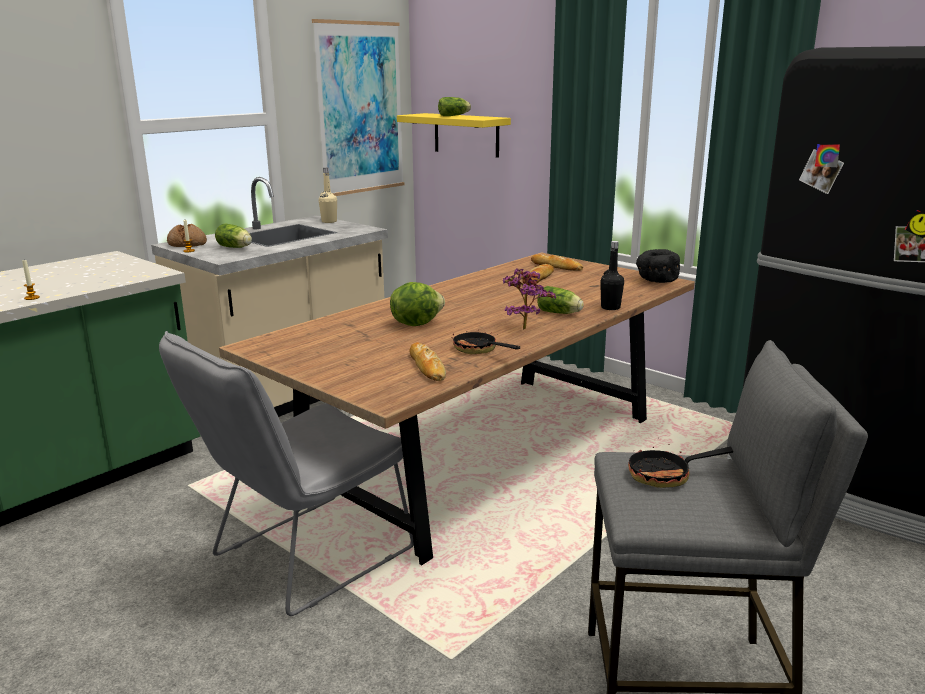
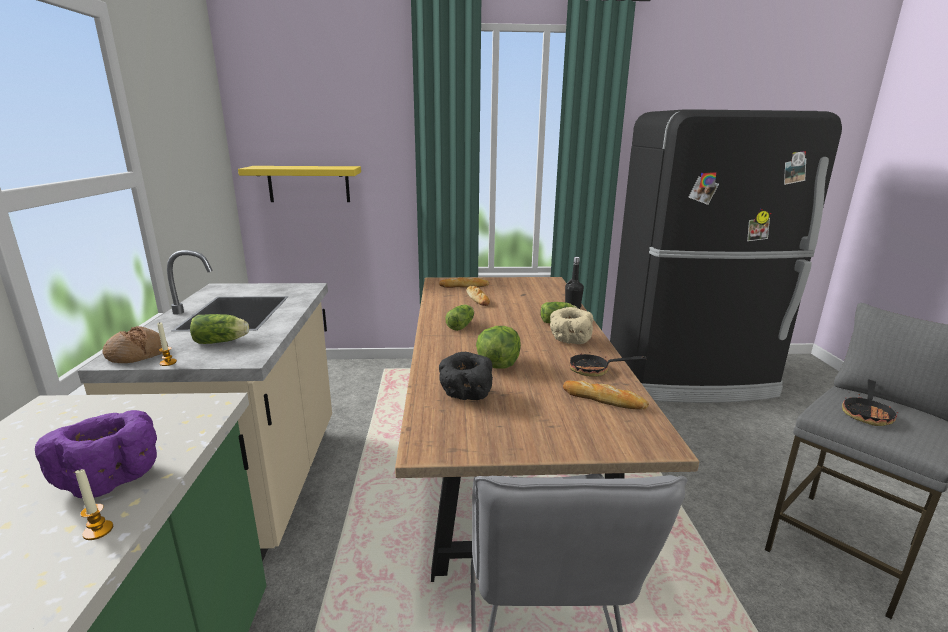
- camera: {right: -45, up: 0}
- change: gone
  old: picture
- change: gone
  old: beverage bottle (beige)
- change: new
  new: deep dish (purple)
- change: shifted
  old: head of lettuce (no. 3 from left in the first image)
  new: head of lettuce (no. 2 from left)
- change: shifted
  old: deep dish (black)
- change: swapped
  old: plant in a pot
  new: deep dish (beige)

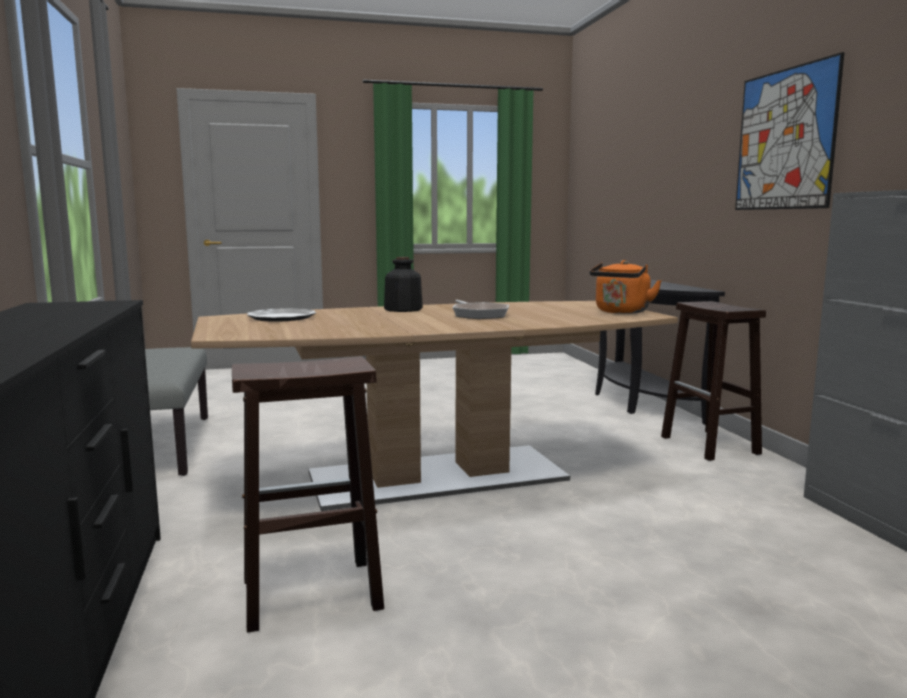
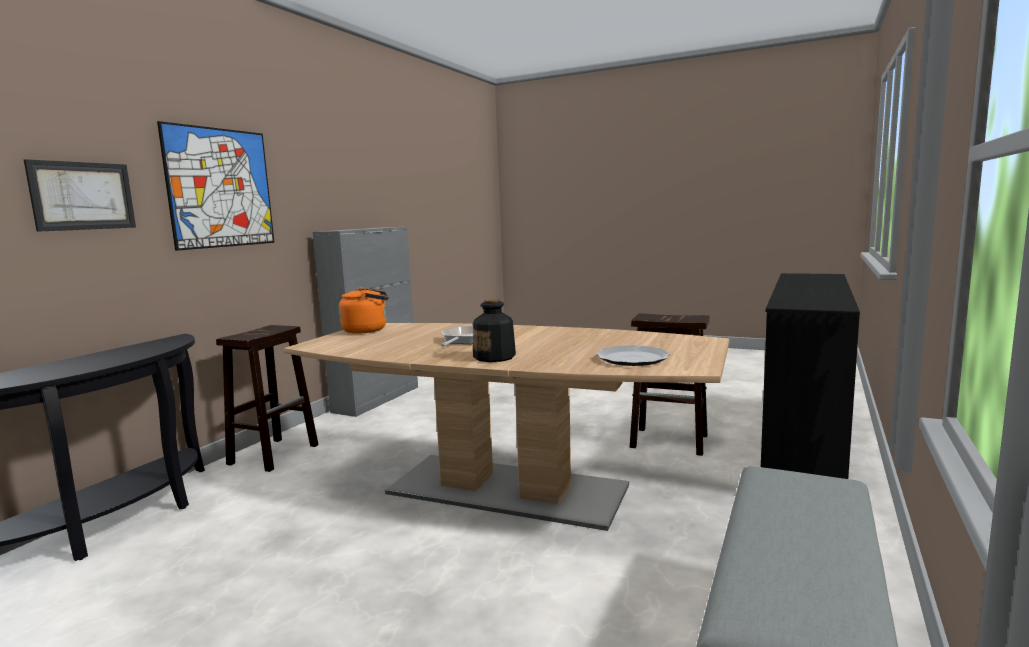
- camera: {right: -140, up: 0}
- change: new
  new: picture (no. 1 from left)

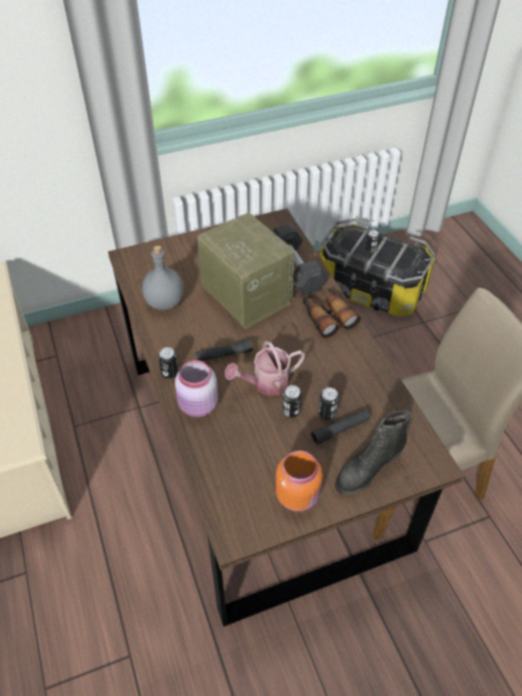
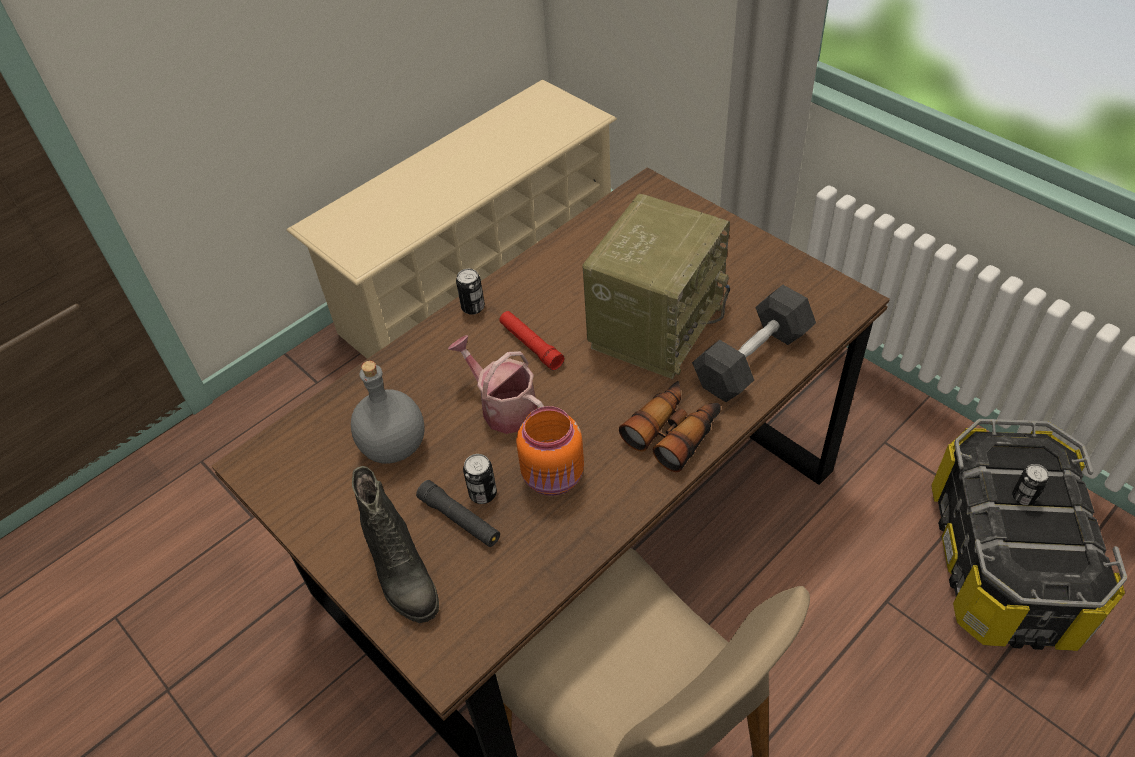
- camera: {right: 70, up: 0}
- change: gone
  old: preserve jar (pink)
- change: gone
  old: metal can (no. 2 from left)
- change: shifted
  old: beverage bottle (grey)
- change: shifted
  old: preserve jar (orangey)
- change: repainted
  old: flashlight (black) (no. 1 from left)
  new: flashlight (red-coloured)
- change: rotated
  old: high-top boot (black)
  degrees: -150

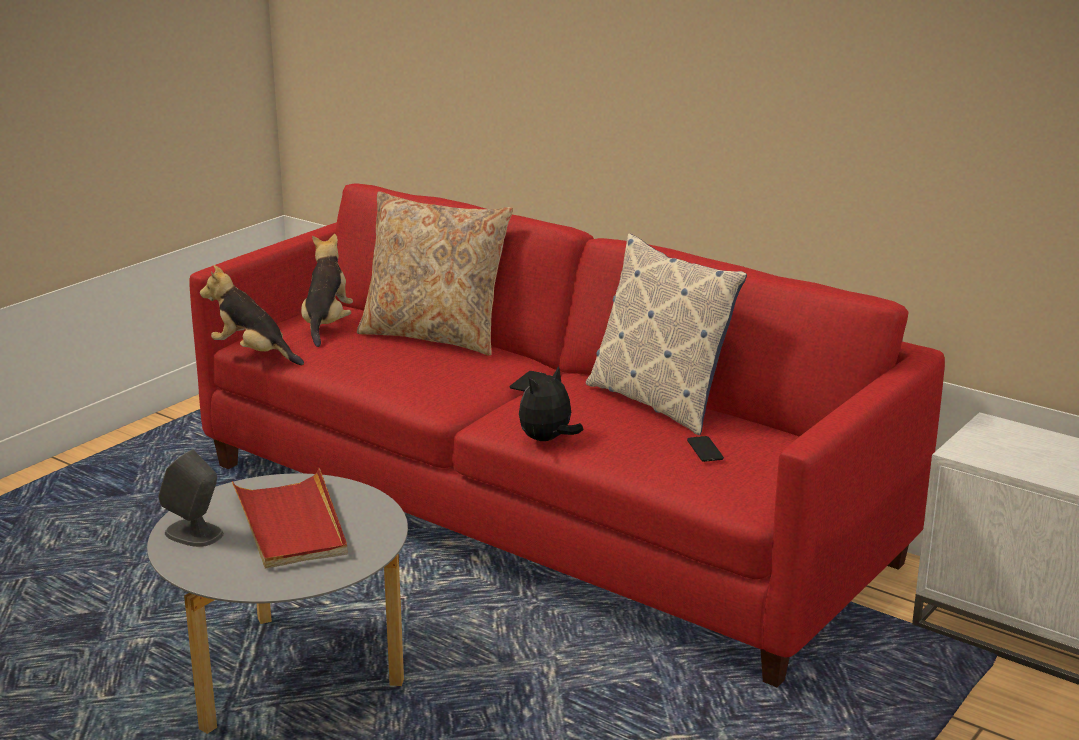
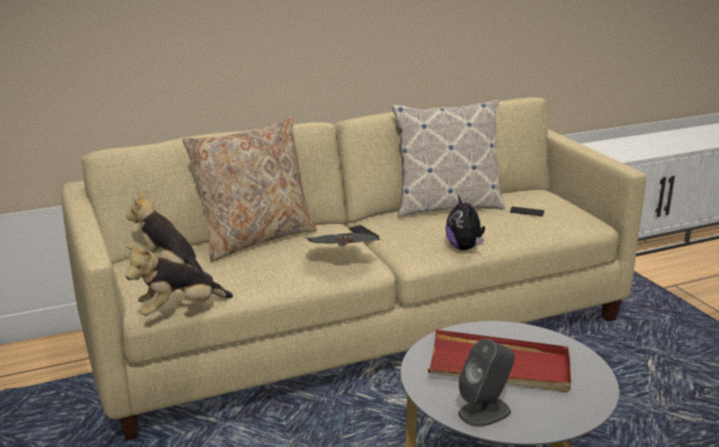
- camera: {right: -60, up: 0}
- change: new
  new: daily paper
- change: repainted
  old: settee (red-coloured)
  new: settee (beige)

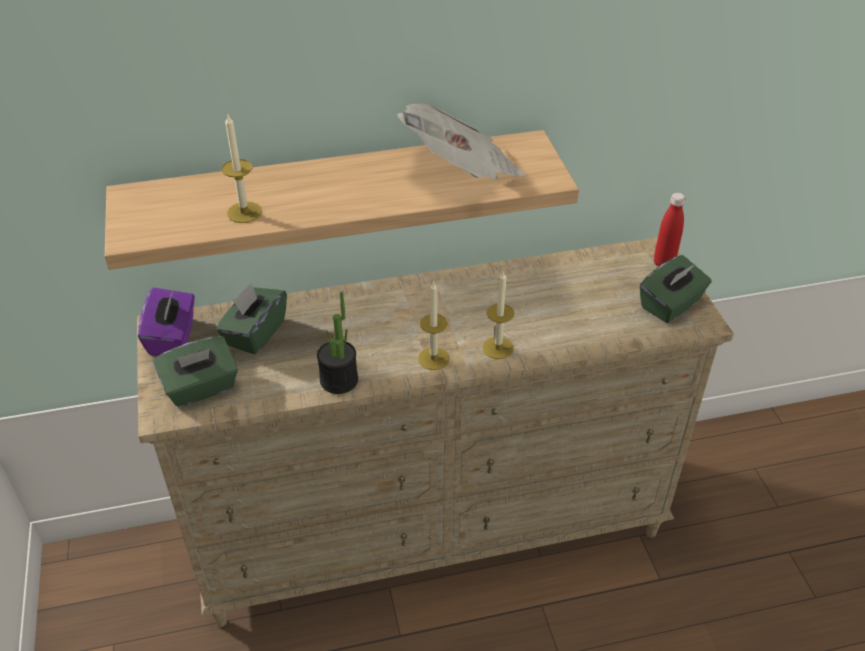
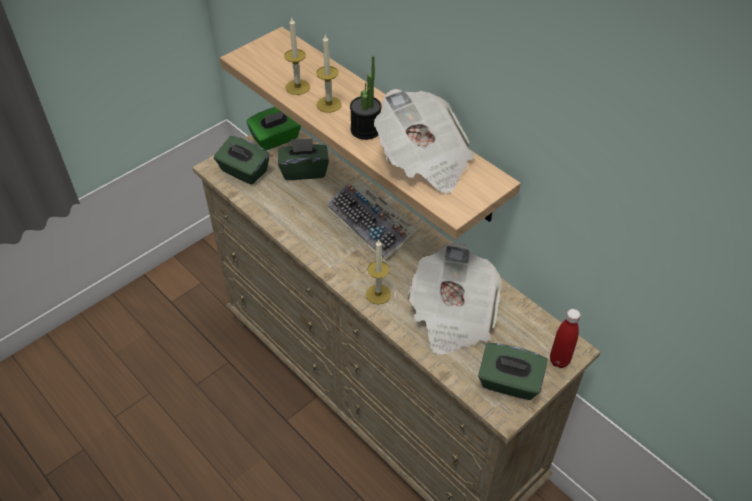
- camera: {right: 60, up: 5}
- change: new
  new: keyboard
- change: new
  new: daily paper (no. 2 from left)
- change: shifted
  old: plant in a pot
- change: shifted
  old: wax light (no. 2 from left)
- change: repainted
  old: box of tissues (purple)
  new: box of tissues (greenish) (no. 2 from left)

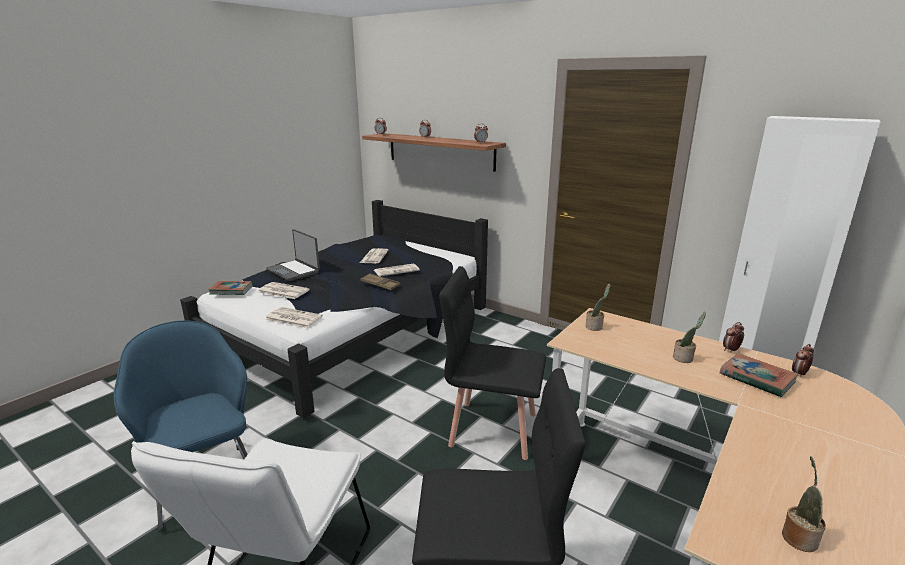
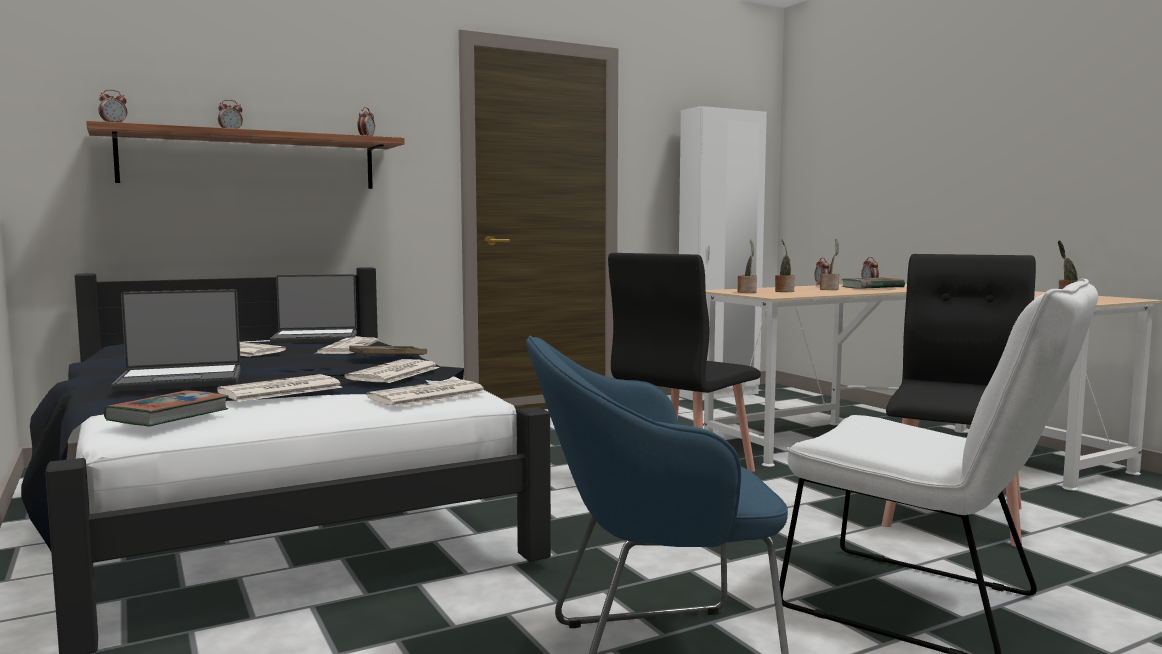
- camera: {right: -65, up: -15}
- change: new
  new: laptop (no. 2 from left)
- change: new
  new: daily paper (no. 4 from left)
- change: new
  new: plant in a pot (no. 2 from left)

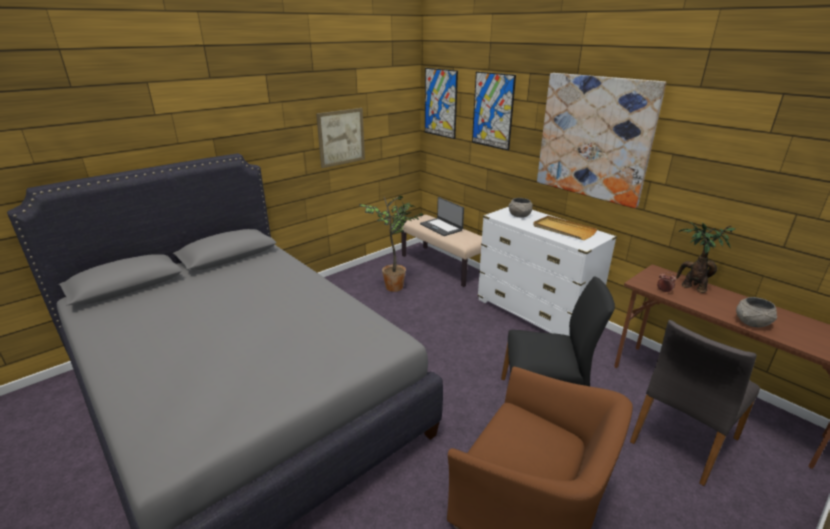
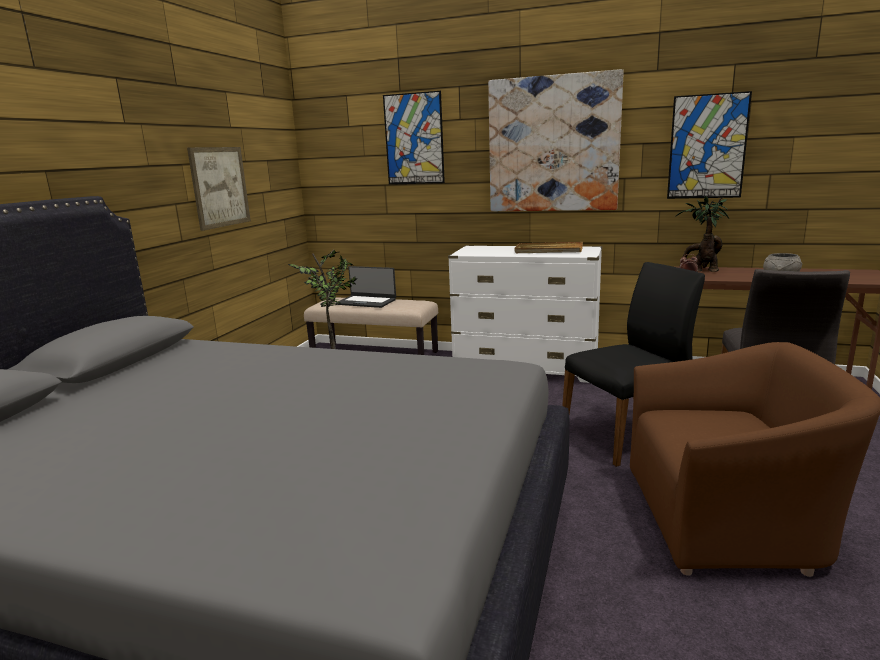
- camera: {right: -30, up: -10}
- change: gone
  old: deep dish (grey) (no. 1 from left)
- change: shifted
  old: picture (no. 2 from left in the first image)
  new: picture (no. 4 from left)

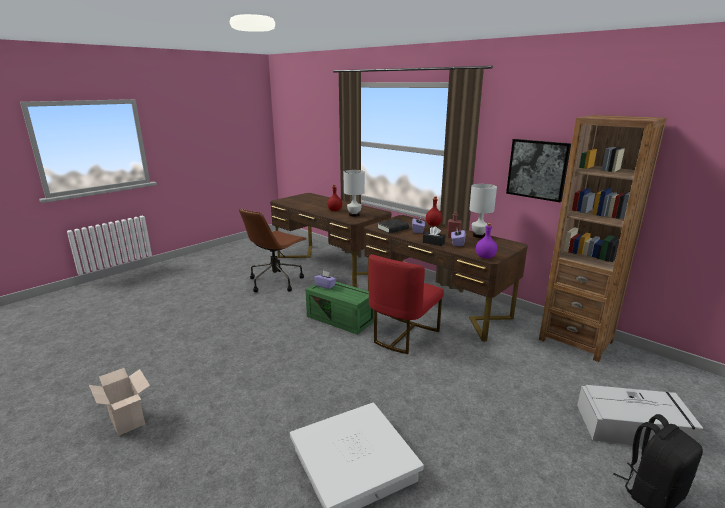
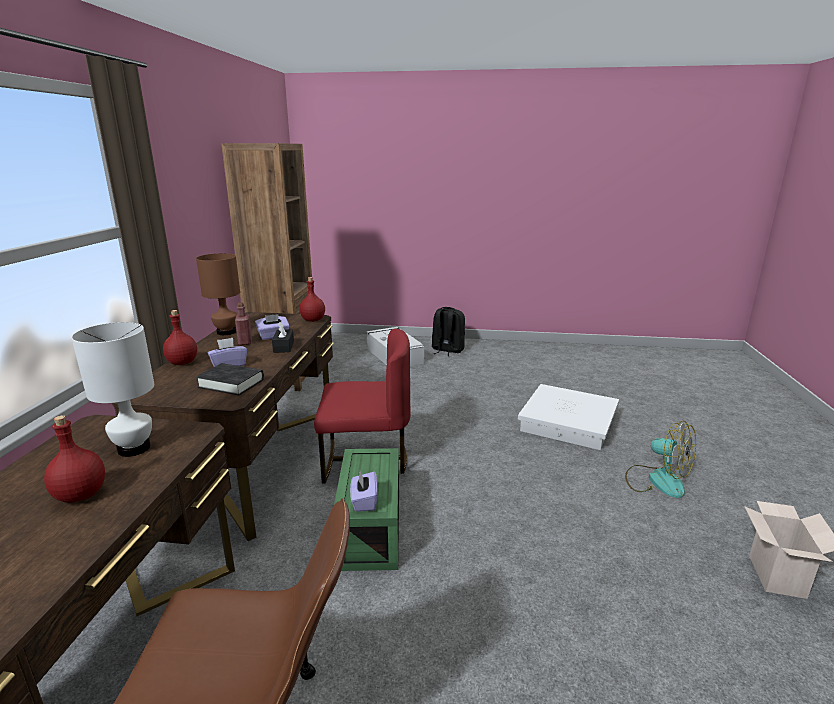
- camera: {right: -125, up: 0}
- change: gone
  old: picture
- change: new
  new: cooling fan
- change: repainted
  old: lamp for a table (white) (no. 2 from left)
  new: lamp for a table (brownish)
- change: repainted
  old: beverage bottle (purple)
  new: beverage bottle (red-coloured) (no. 4 from left)

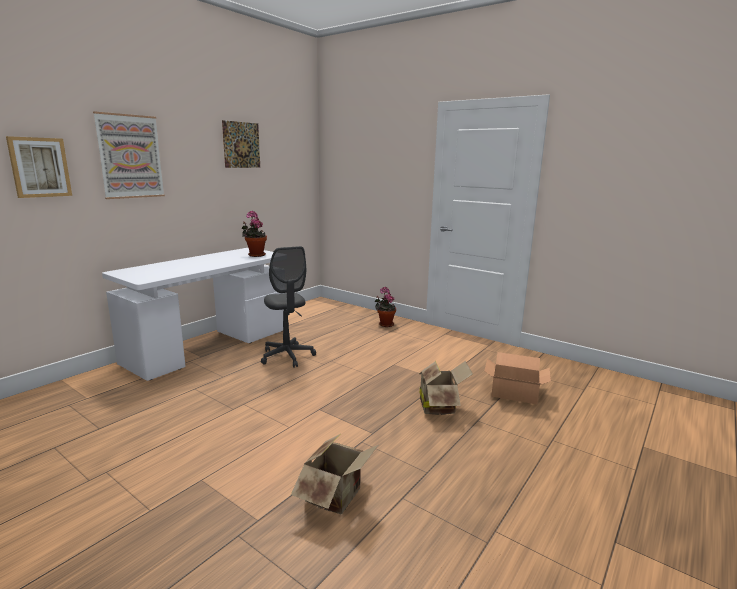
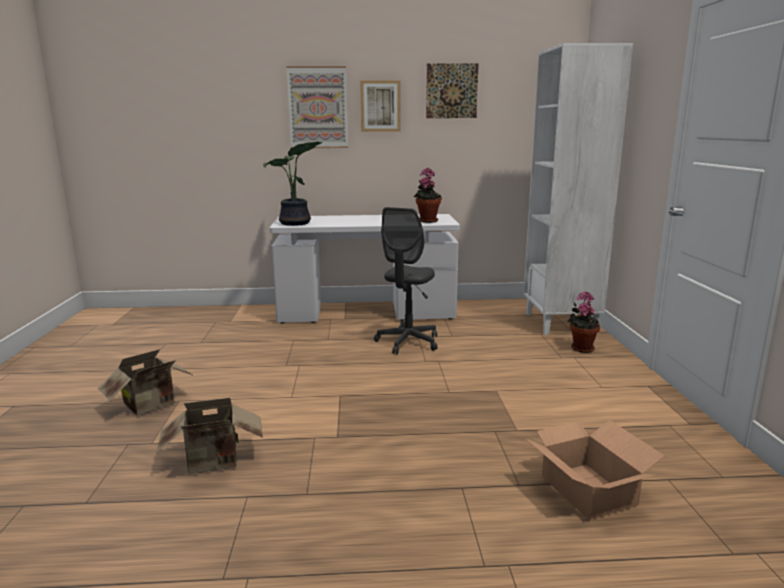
- camera: {right: 50, up: 0}
- change: new
  new: plant in a pot (no. 1 from left)
- change: new
  new: bookcase (white)
- change: shifted
  old: picture (no. 1 from left in the first image)
  new: picture (no. 2 from left)
- change: shifted
  old: cardboard box (no. 2 from left in the first image)
  new: cardboard box (no. 1 from left)

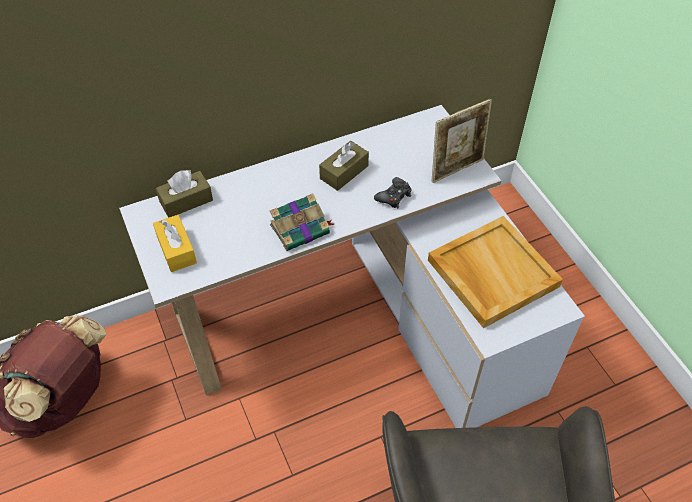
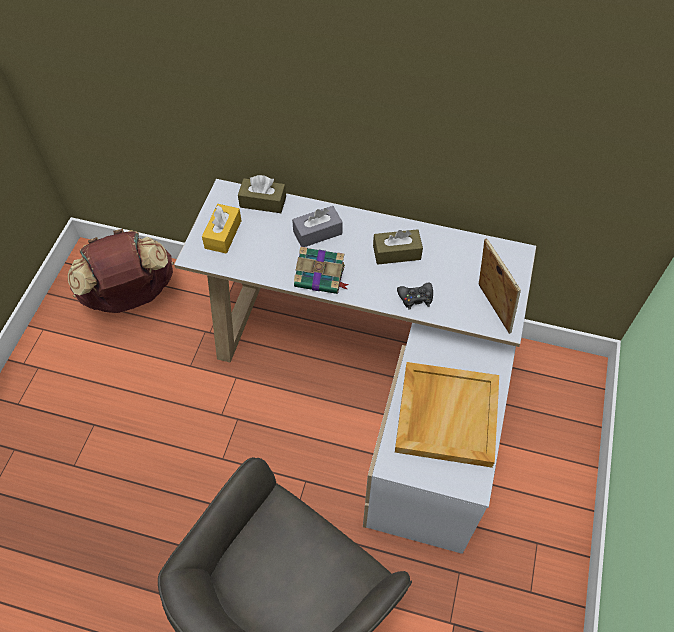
- camera: {right: 40, up: 5}
- change: new
  new: box of tissues (grey)
- change: rotated
  old: photo frame
  degrees: -120

